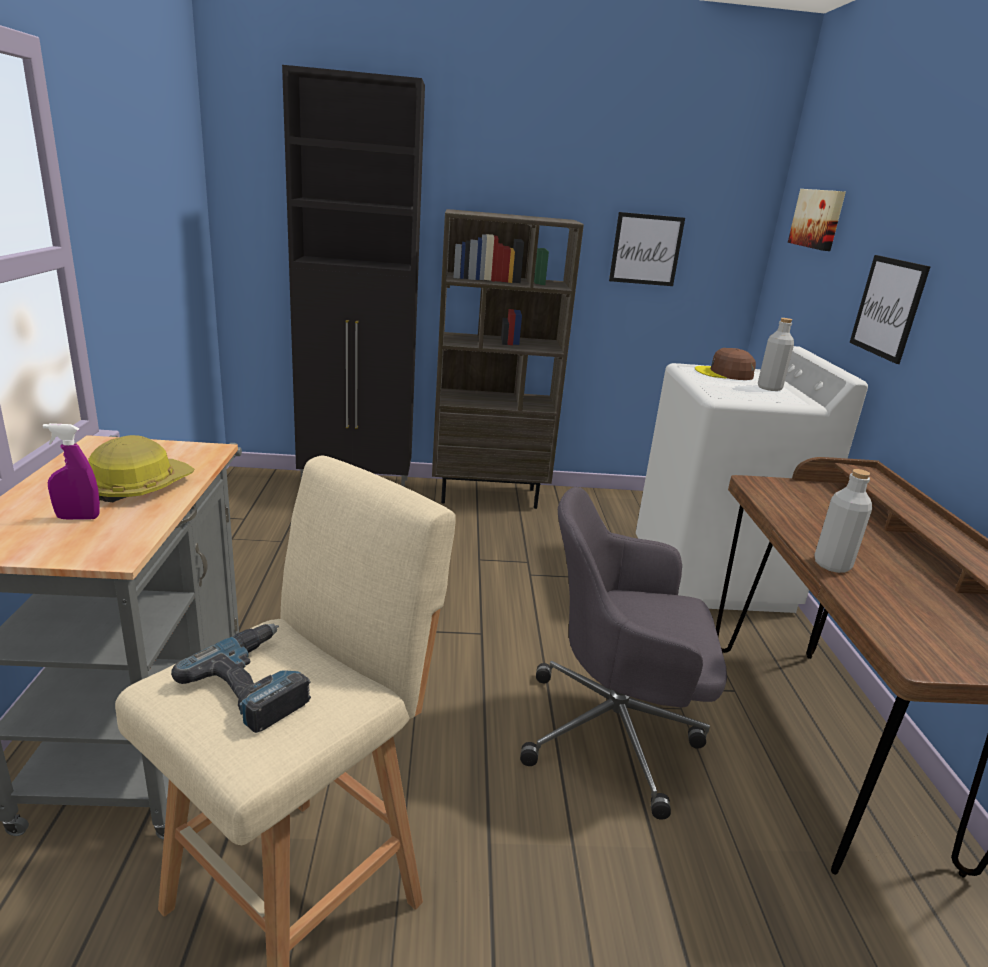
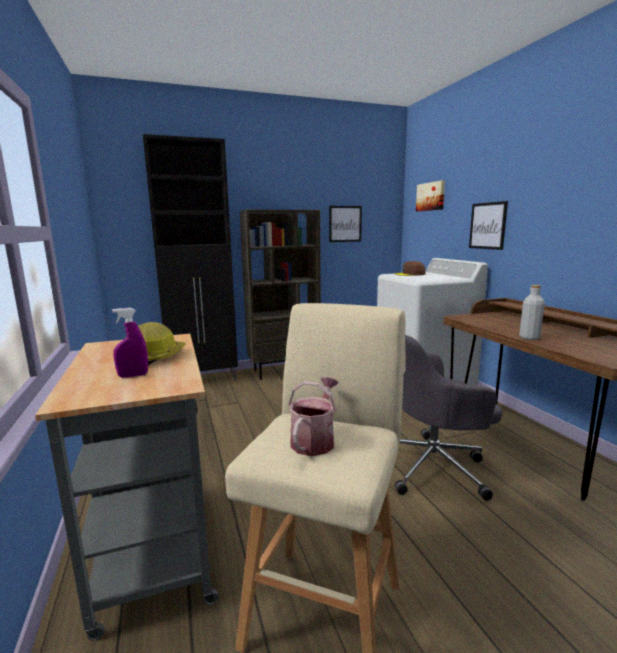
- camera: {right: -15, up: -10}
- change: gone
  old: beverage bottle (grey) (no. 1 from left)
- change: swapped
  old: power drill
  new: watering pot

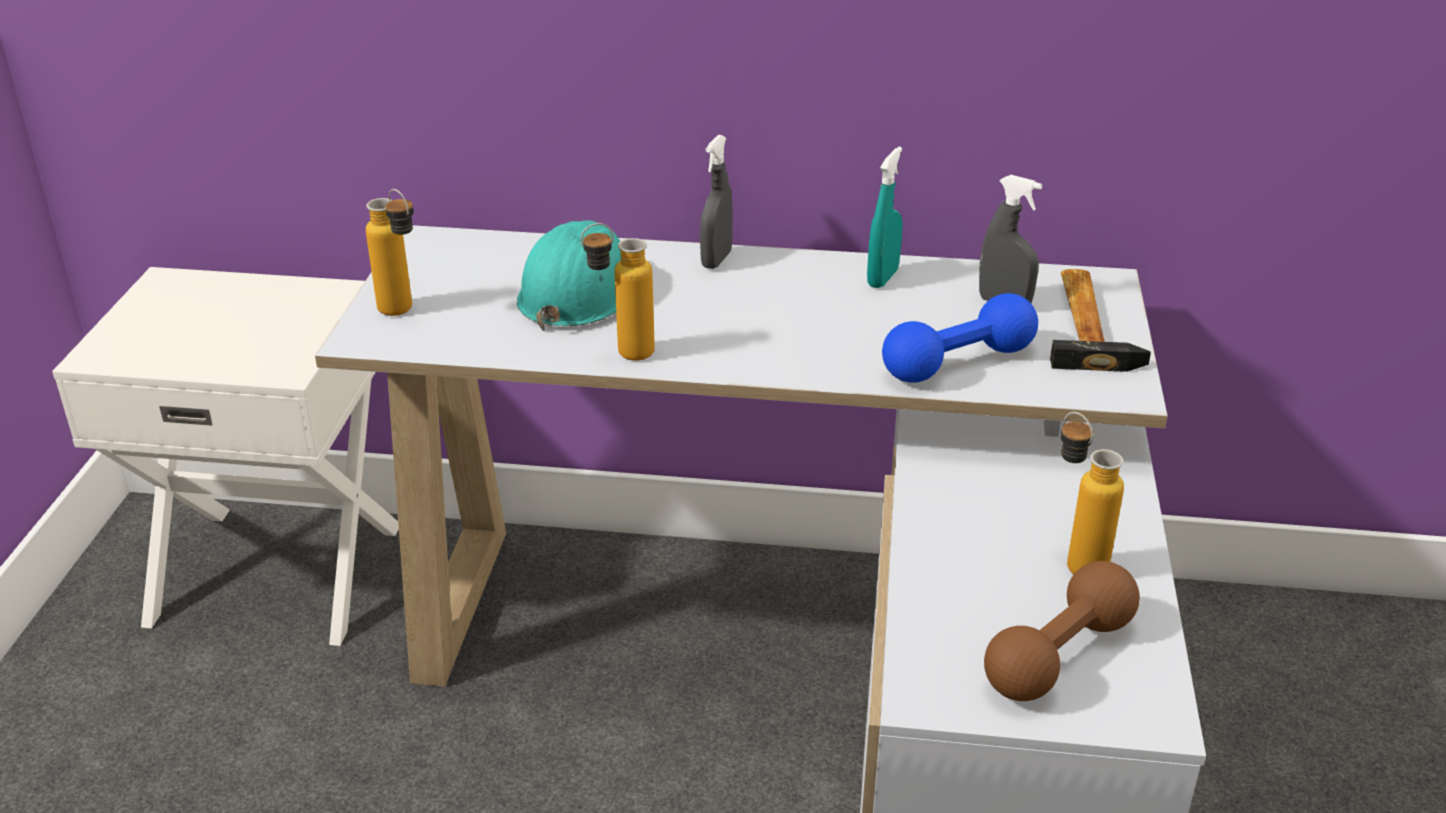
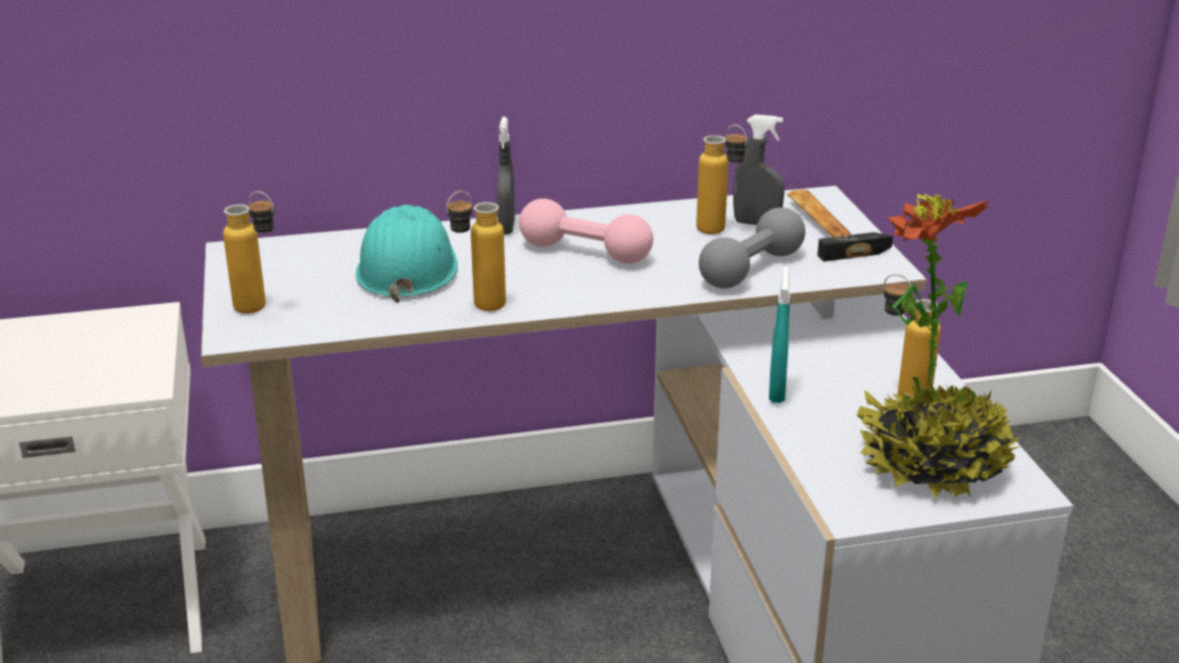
- camera: {right: -20, up: -5}
- change: new
  new: hand weight (pink)
- change: new
  new: beverage bottle (no. 3 from left)
- change: shifted
  old: sprayer (turquoise-coloured)
- change: swapped
  old: hand weight (brownish)
  new: plant in a pot
- change: repainted
  old: hand weight (blue)
  new: hand weight (grey)

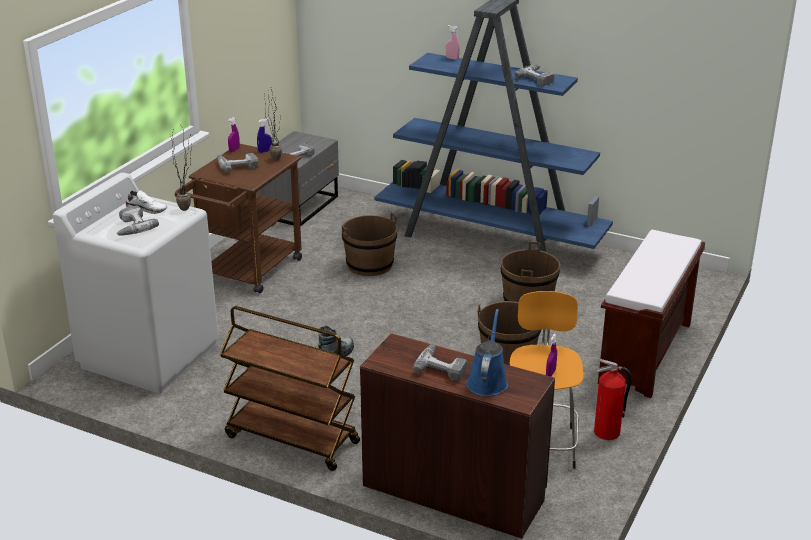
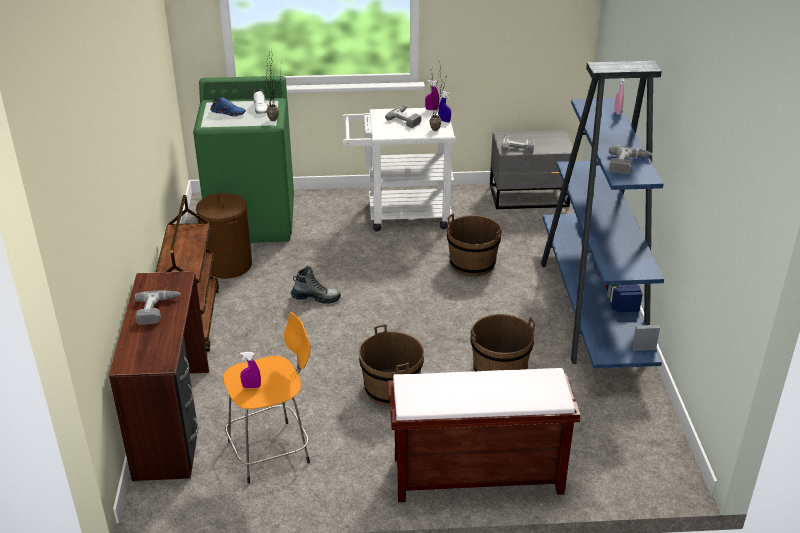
- camera: {right: 60, up: 5}
- change: gone
  old: watering pot (blue)
- change: gone
  old: fire-fighting cylinder
- change: new
  new: laundry basket (brownish)
- change: swapped
  old: power drill (no. 1 from left)
  new: item of footwear (blue)
- change: repainted
  old: laundry machine (white)
  new: laundry machine (greenish)
- change: repainted
  old: trolley (brownish) (no. 1 from left)
  new: trolley (white)

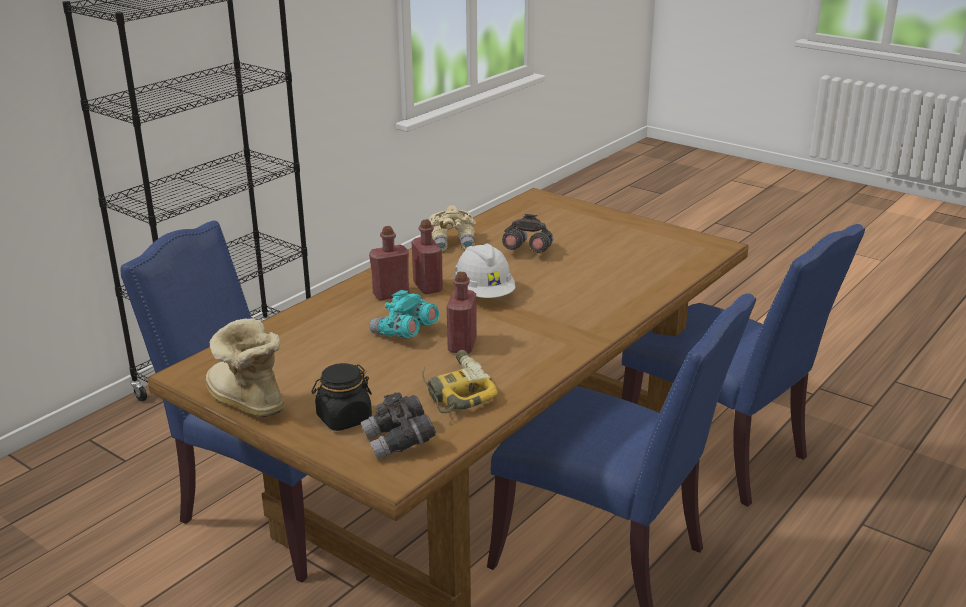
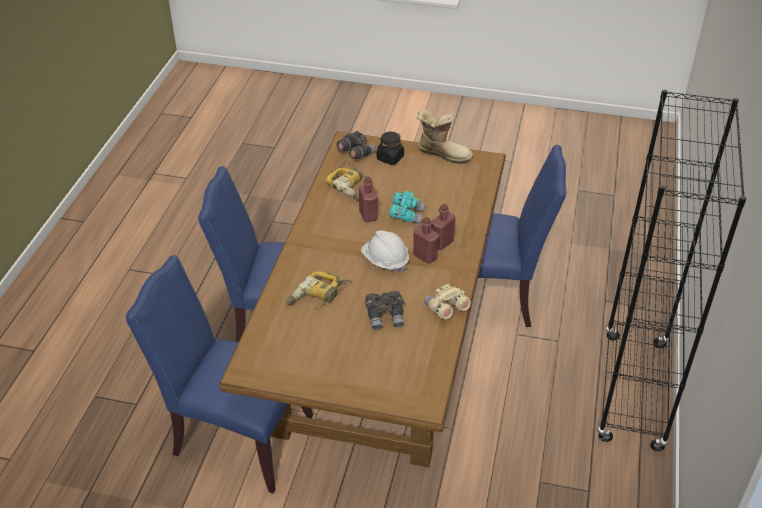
- camera: {right: 155, up: 15}
- change: new
  new: power drill (no. 1 from left)

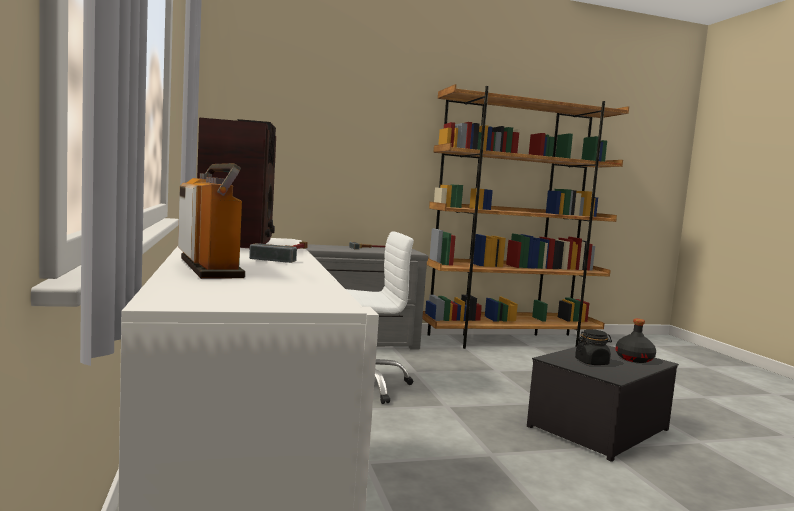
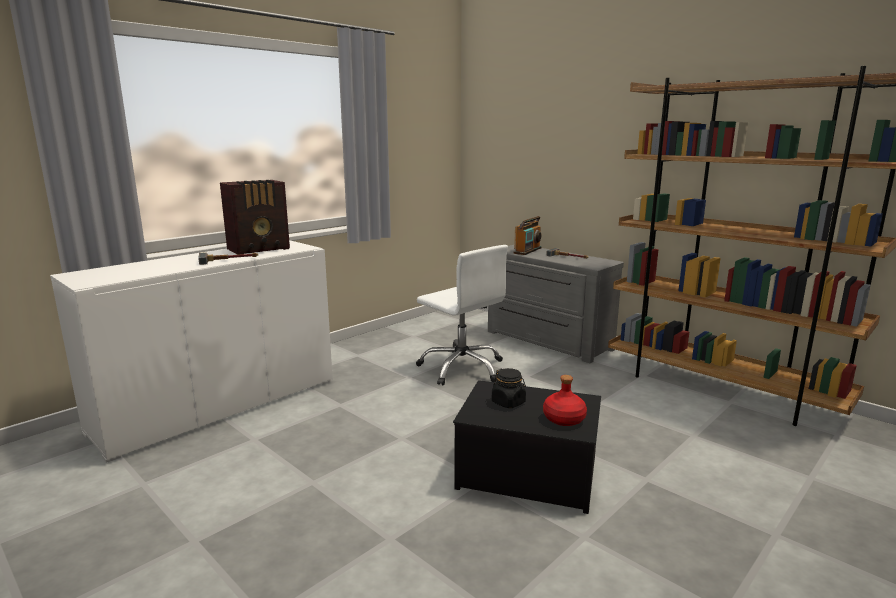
- camera: {right: 60, up: 10}
- change: shifted
  old: radio receiver (no. 1 from left in the first image)
  new: radio receiver (no. 2 from left)
- change: repainted
  old: beverage bottle (black)
  new: beverage bottle (red-coloured)

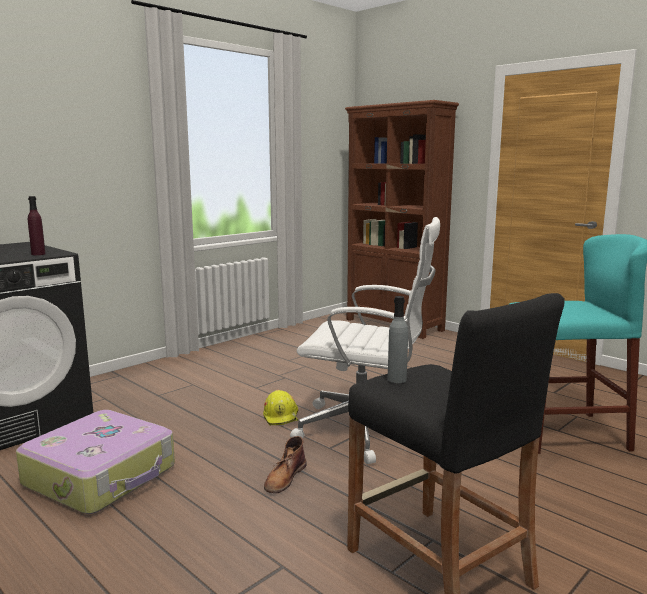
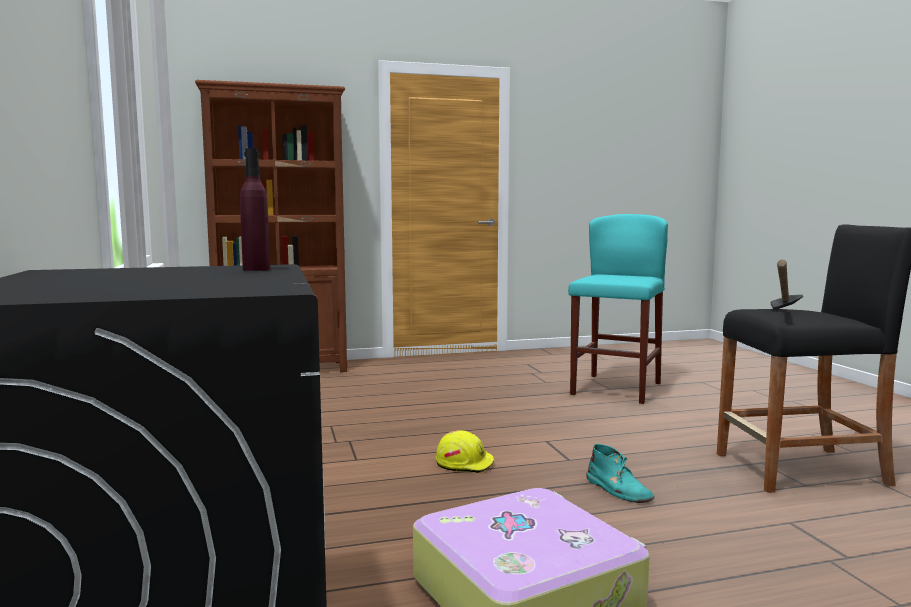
- camera: {right: -60, up: -5}
- change: gone
  old: desk chair (white)
- change: swapped
  old: beverage bottle (grey)
  new: hand hammer
- change: repainted
  old: high-top boot (brownish)
  new: high-top boot (turquoise-coloured)

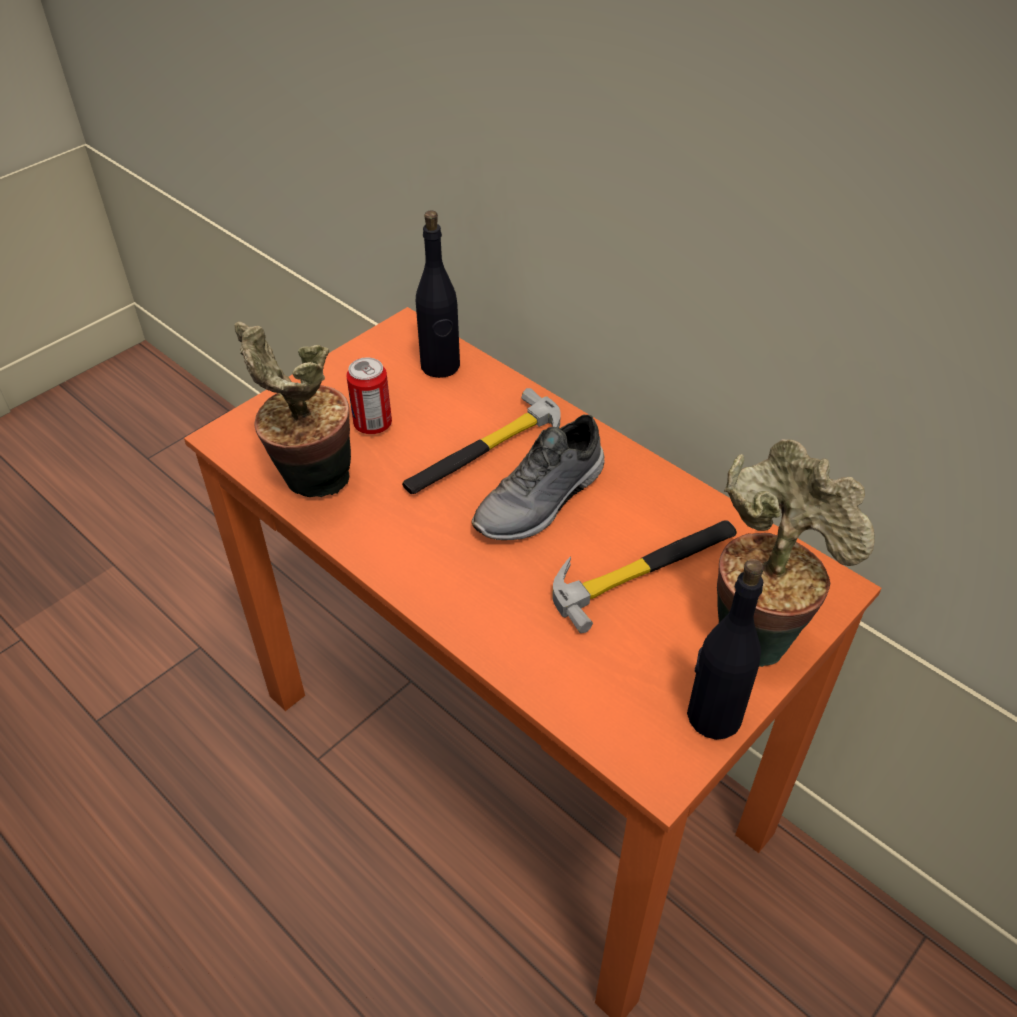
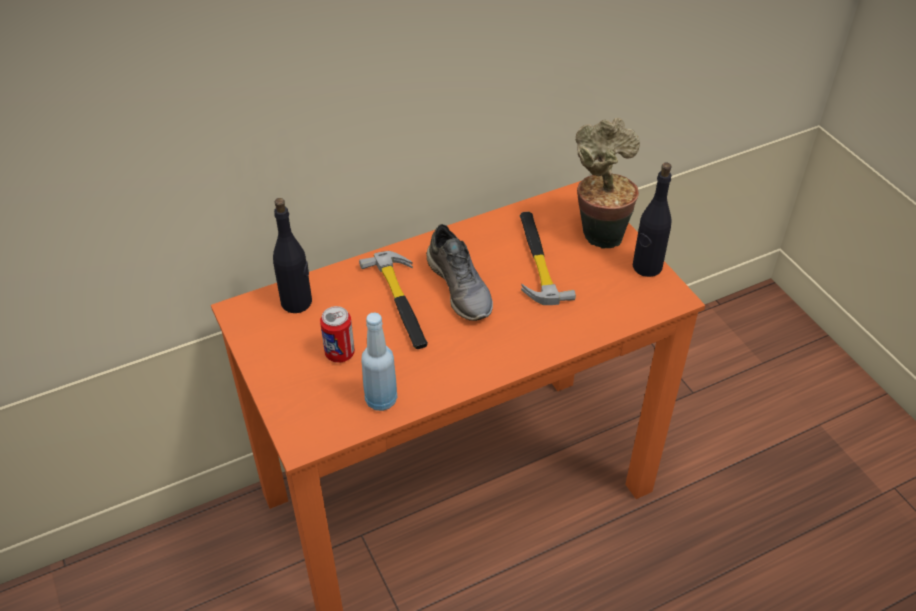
- camera: {right: -70, up: 0}
- change: swapped
  old: plant in a pot (no. 1 from left)
  new: beverage bottle (blue)

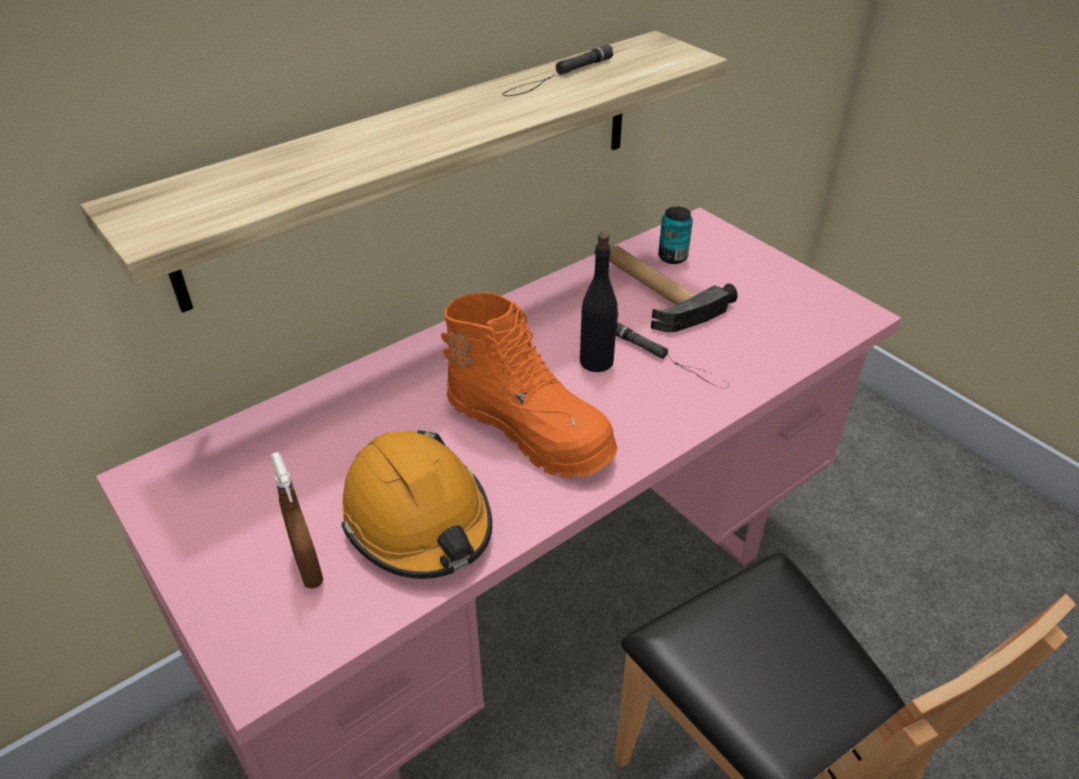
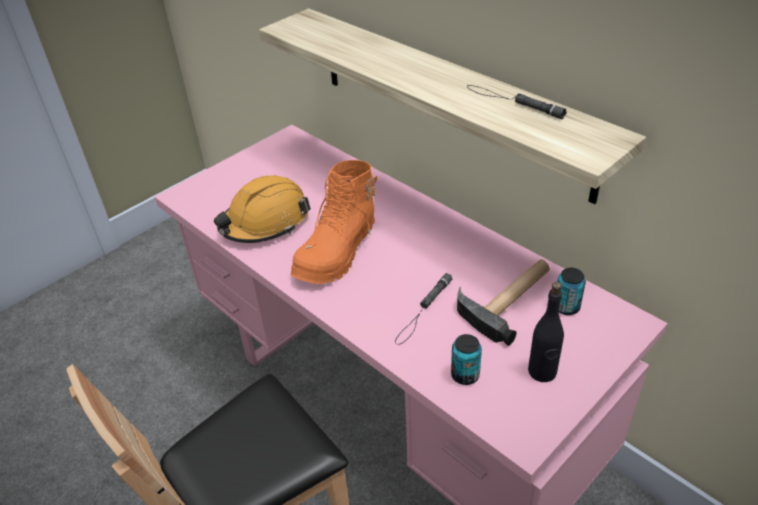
- camera: {right: 85, up: 0}
- change: gone
  old: sprayer (brownish)
- change: new
  new: metal can (no. 1 from left)
- change: shifted
  old: beverage bottle (black)

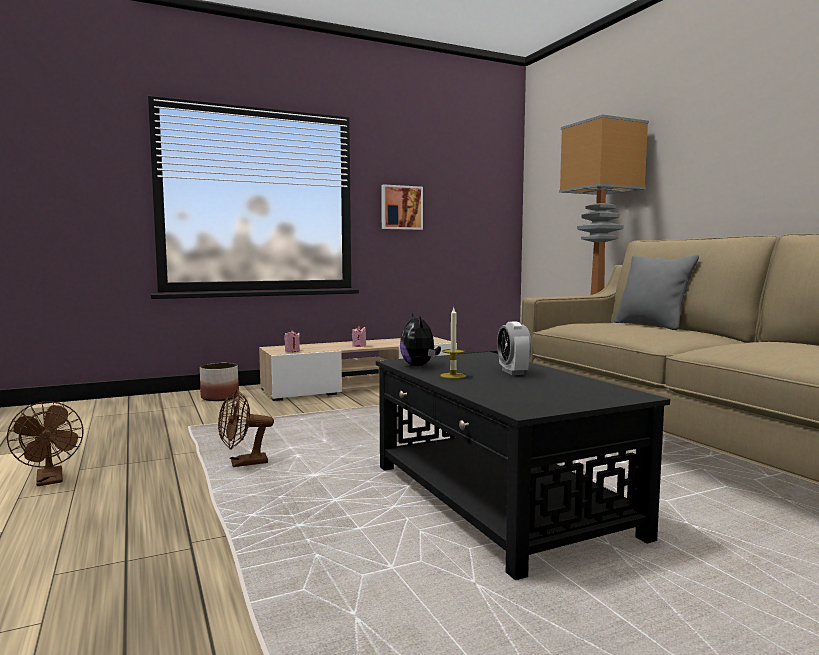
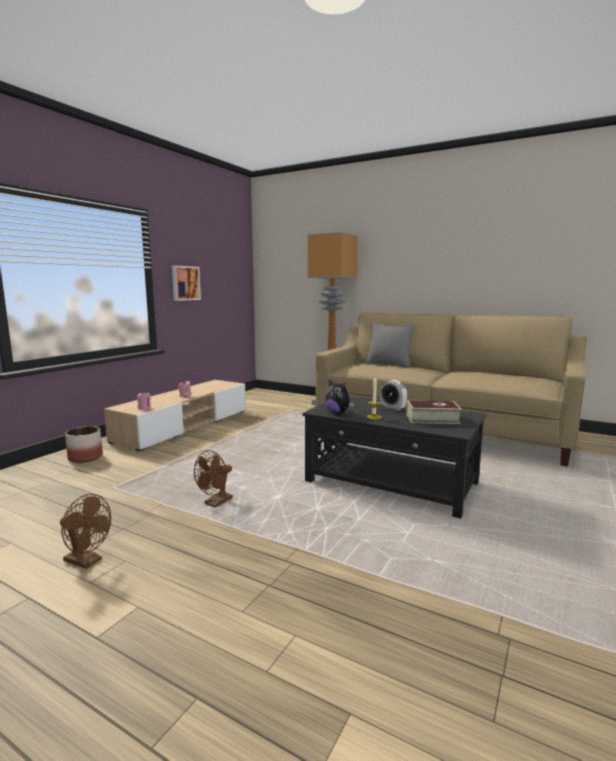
- camera: {right: -35, up: 5}
- change: new
  new: bound book

